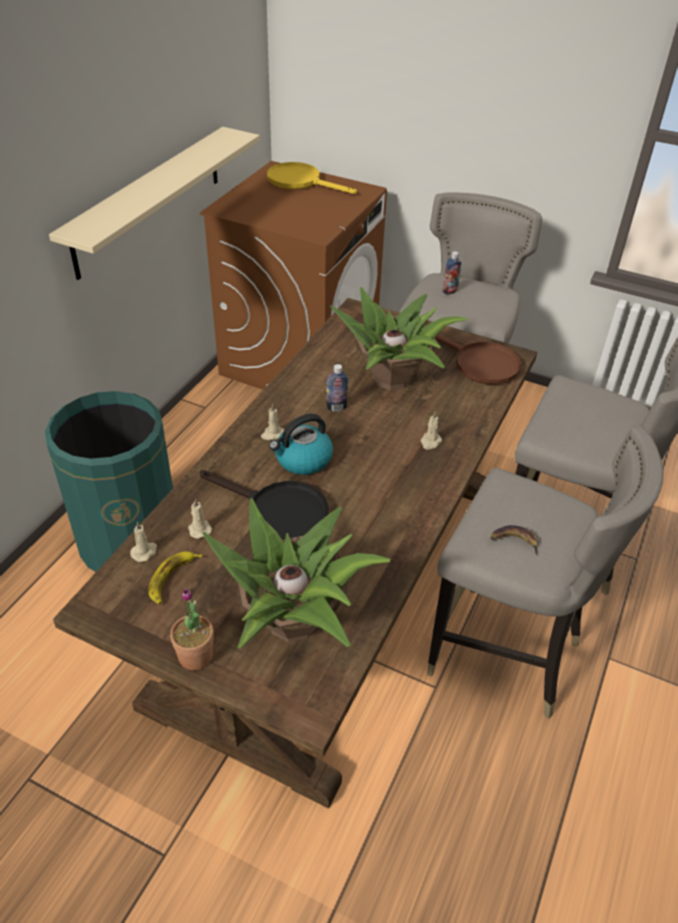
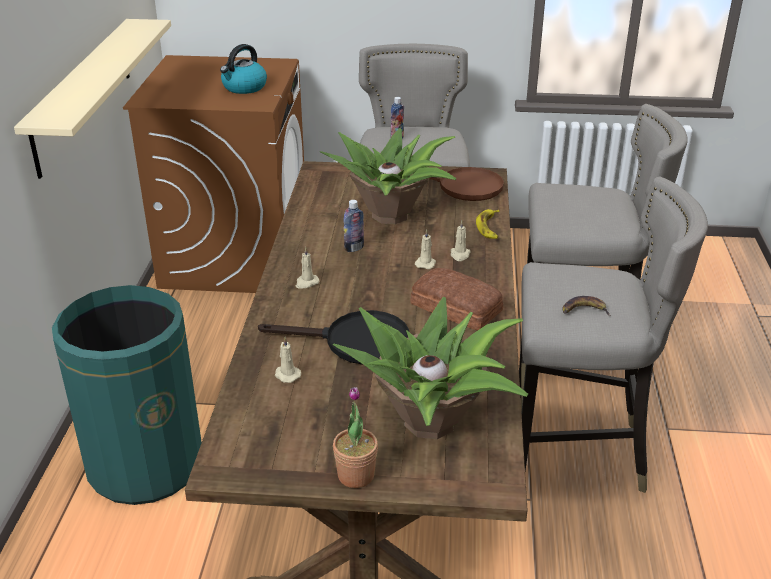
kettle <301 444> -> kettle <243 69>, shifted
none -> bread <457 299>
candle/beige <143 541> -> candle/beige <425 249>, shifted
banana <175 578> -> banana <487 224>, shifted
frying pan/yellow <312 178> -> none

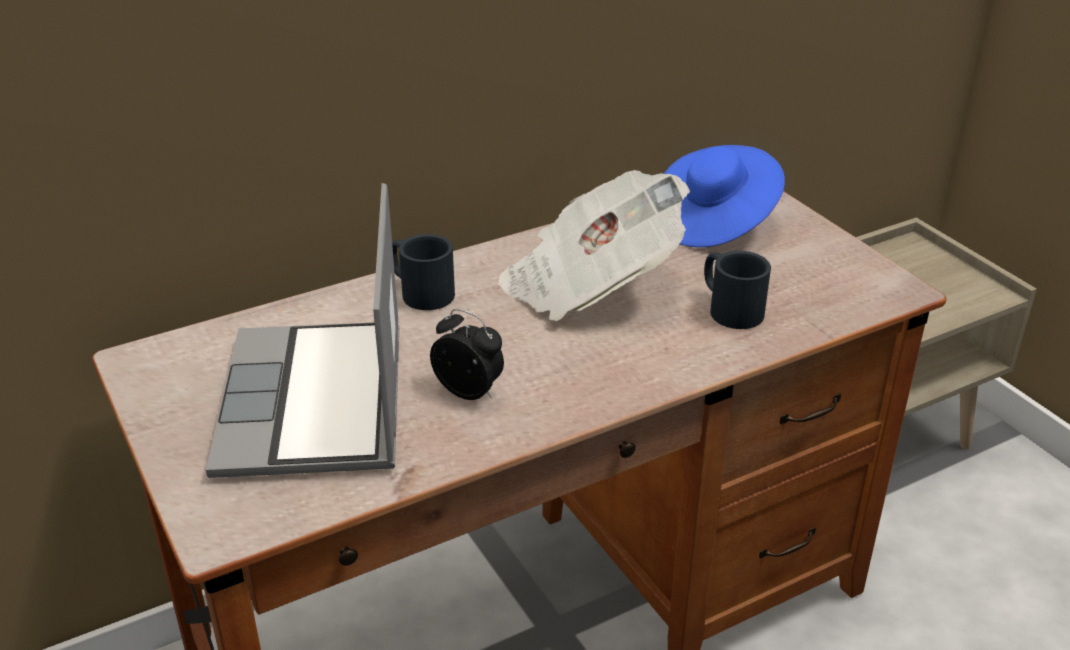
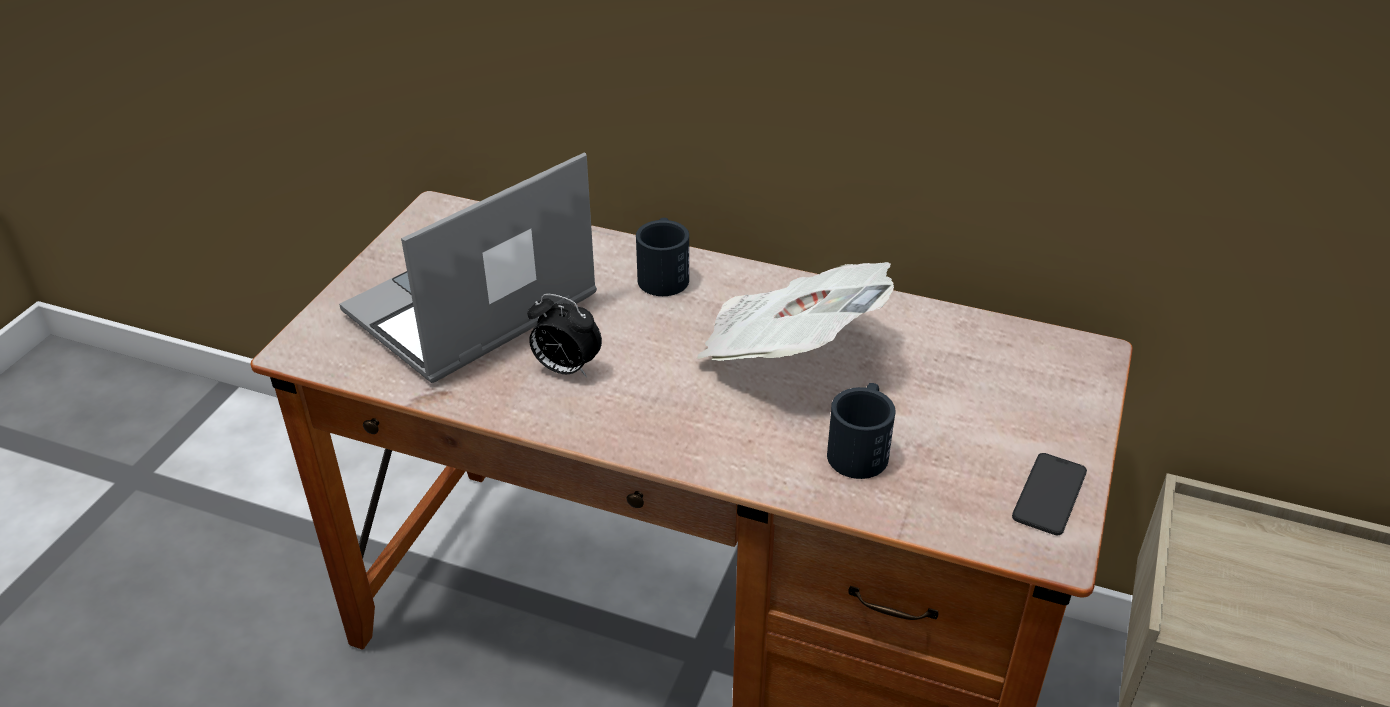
alarm clock <467 354> -> alarm clock <564 335>, 120 degrees clockwise
none -> phone <1049 494>
hat/blue <724 196> -> none

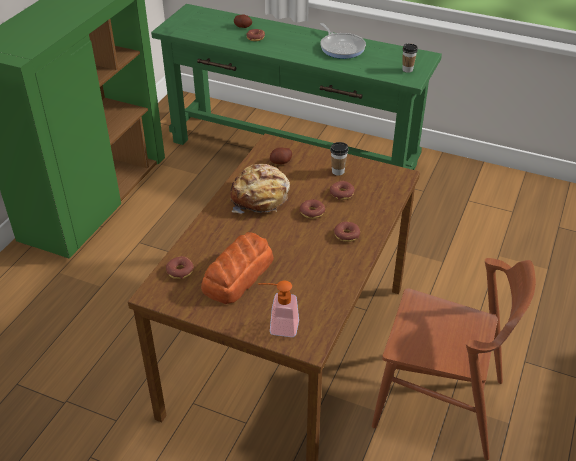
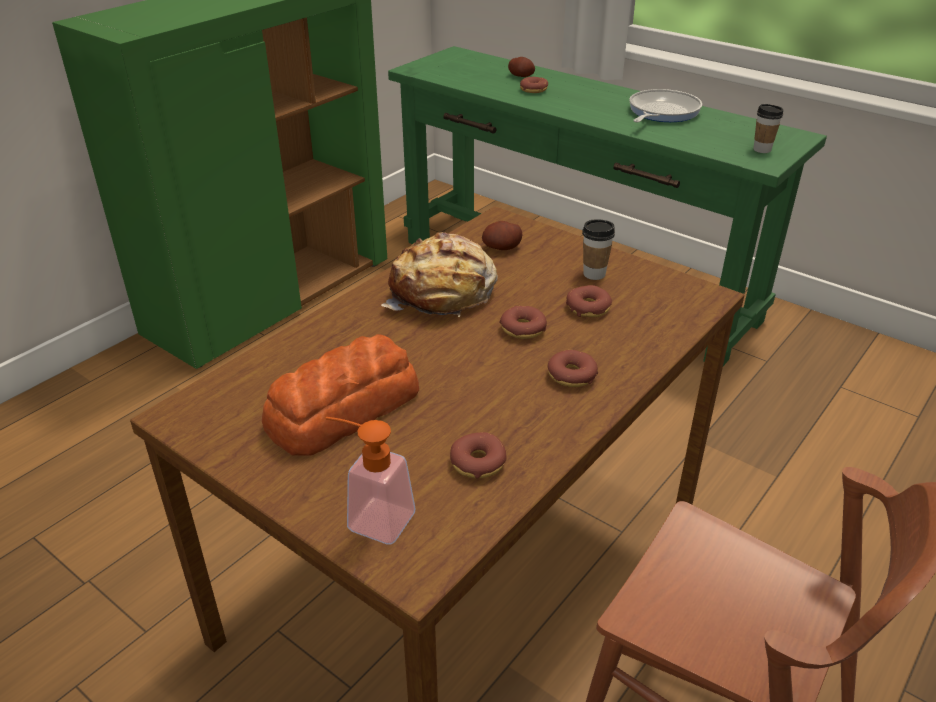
donut <180 267> -> donut <478 455>, shifted
frying pan <343 41> -> frying pan <665 106>, 135 degrees counterclockwise

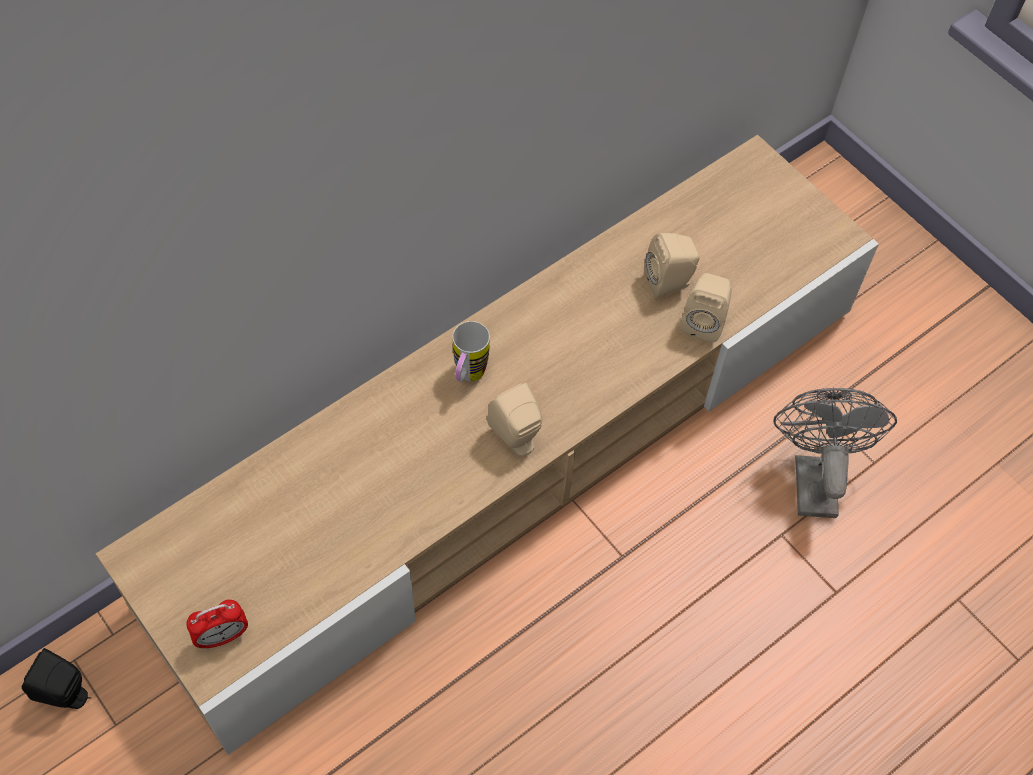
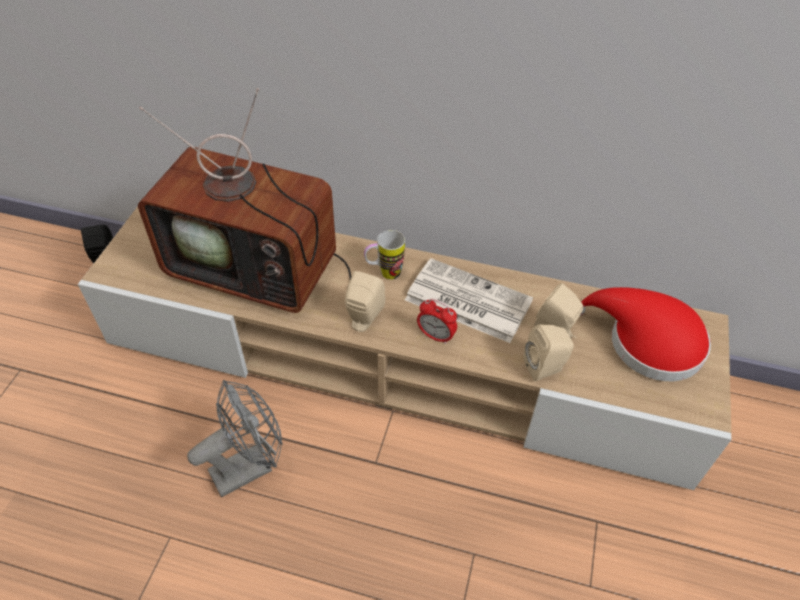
none -> television <244 200>
fan/grey <835 453> -> fan/grey <235 438>, shifted
none -> newspaper <469 300>
alarm clock <217 624> -> alarm clock <437 321>, shifted
none -> hat/red <645 334>

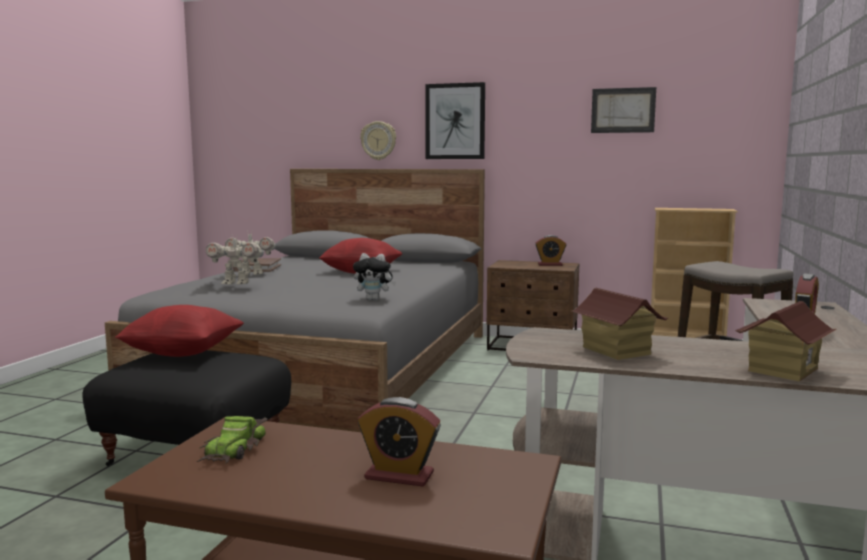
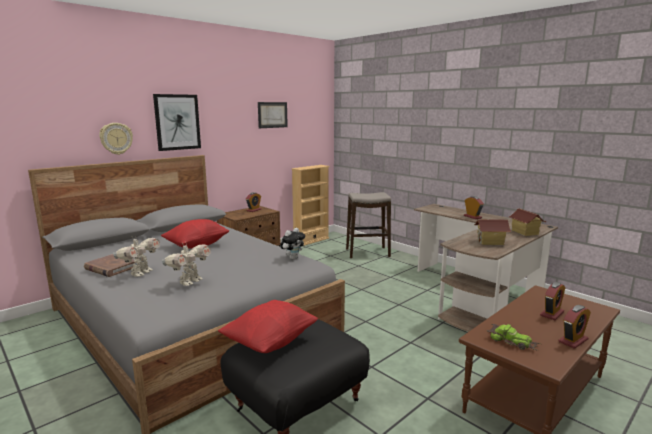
none -> alarm clock <575 327>

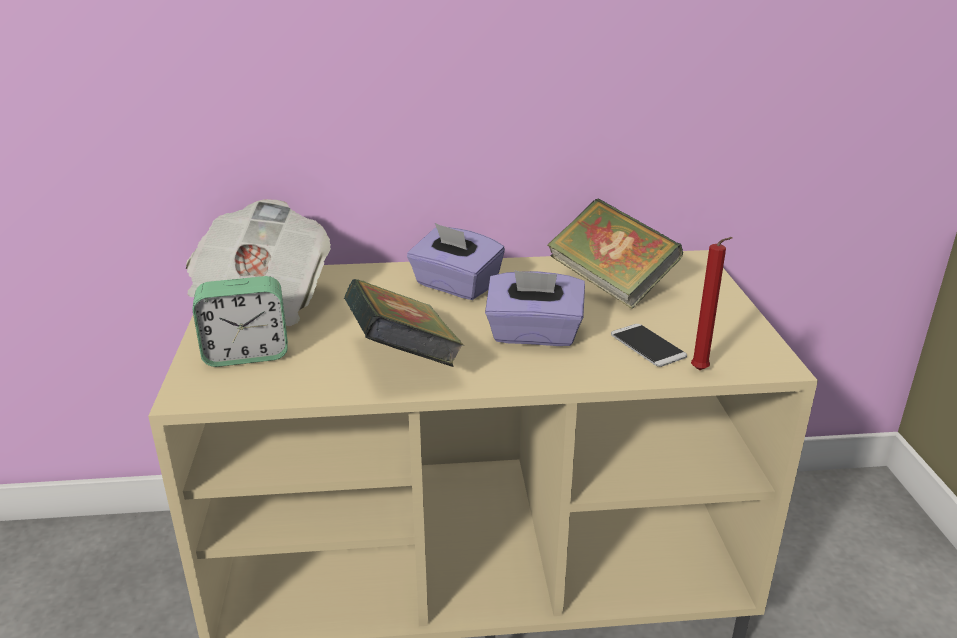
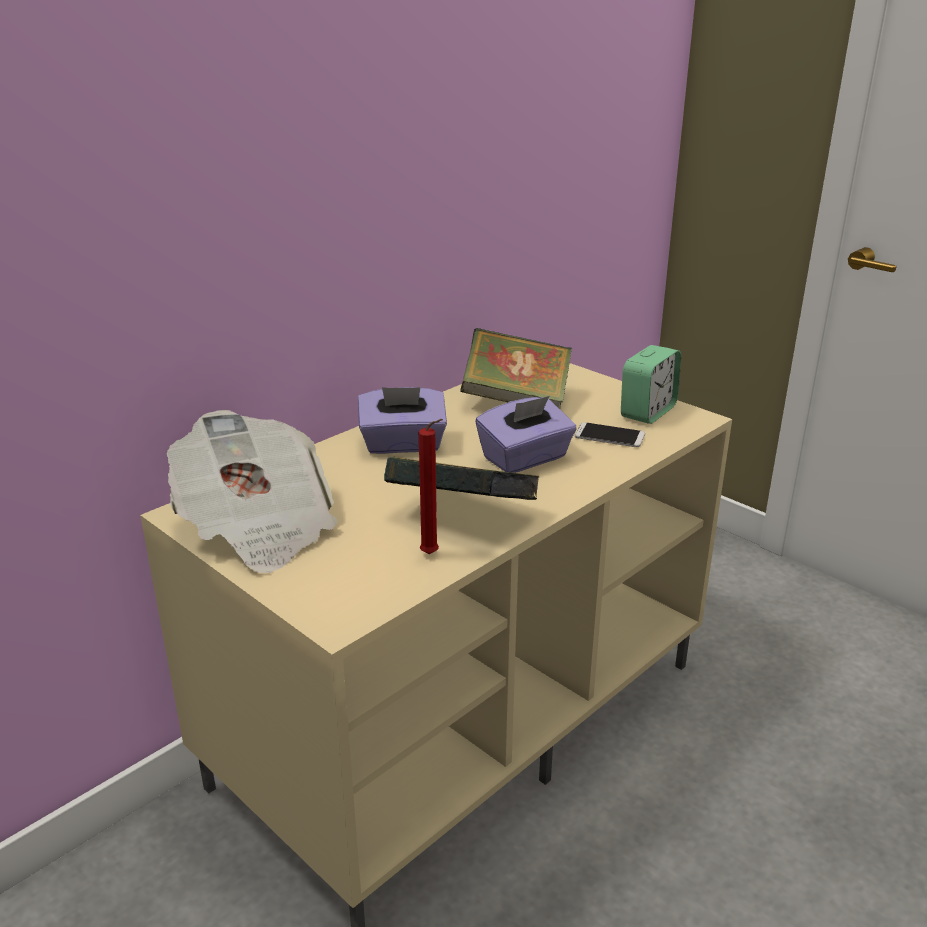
candle/red <712 303> -> candle/red <431 486>, shifted
alarm clock <240 321> -> alarm clock <651 384>, shifted

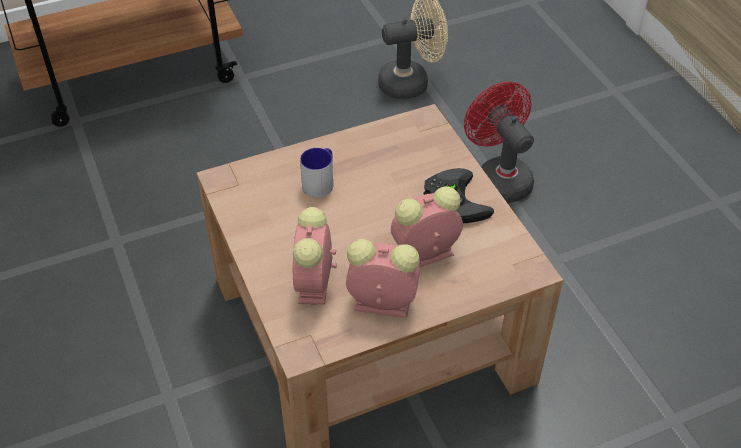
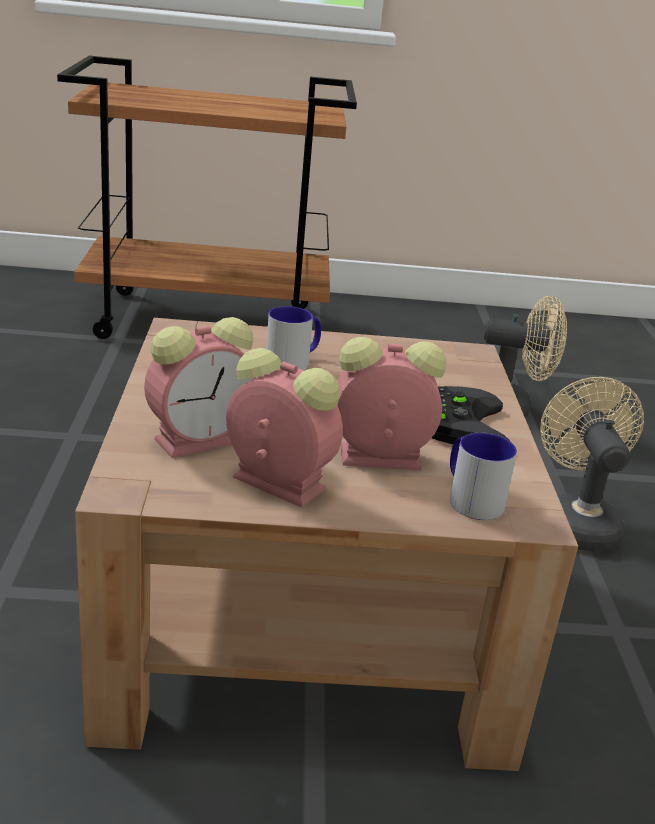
alarm clock <315 256> -> alarm clock <200 387>, 150 degrees counterclockwise
none -> mug <483 476>
fan/red <499 142> -> fan/beige <592 464>

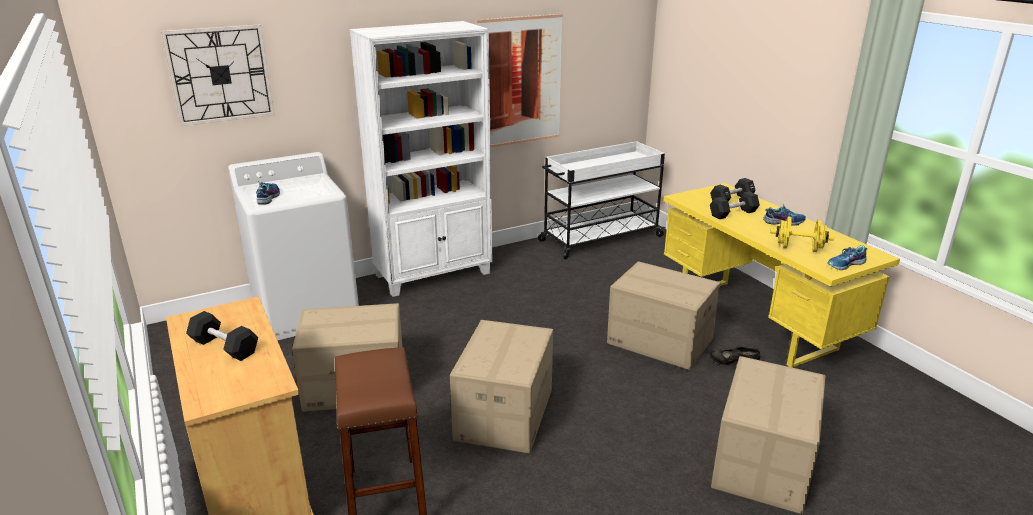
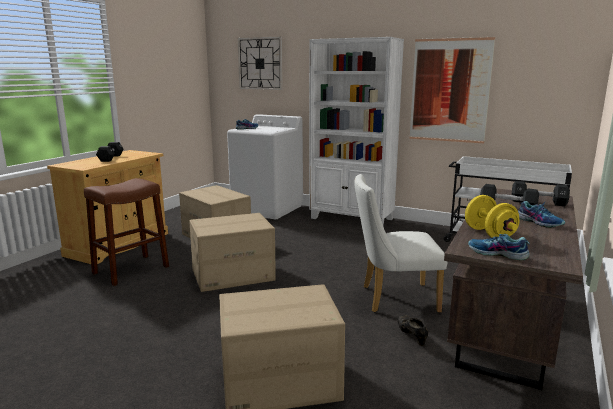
cardboard box <663 315> -> chair/white <401 243>
desk/yellow <781 275> -> desk/brown <513 289>

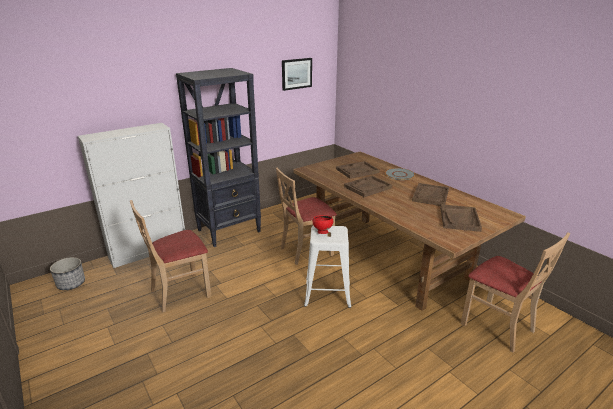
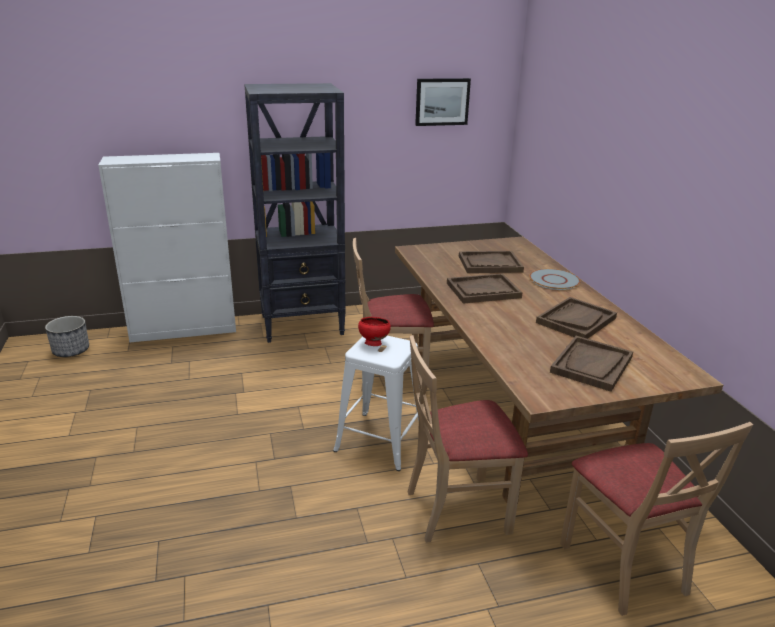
chair/beige <171 256> -> chair/beige <468 439>, shifted

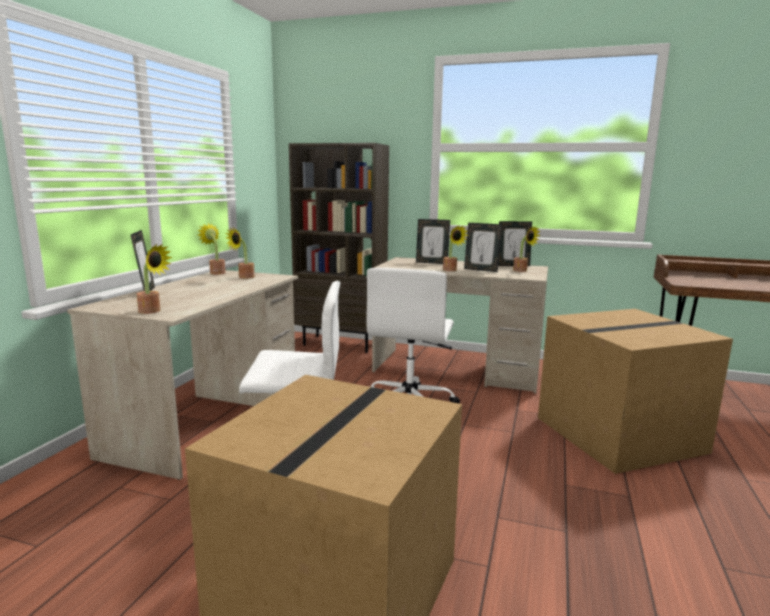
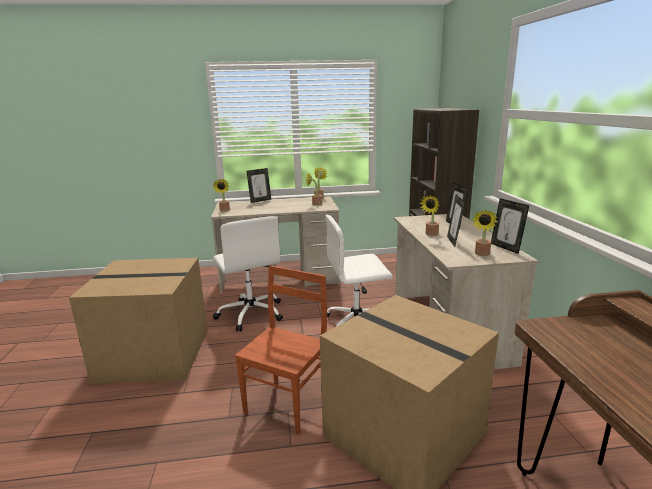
none -> chair/brown <281 350>

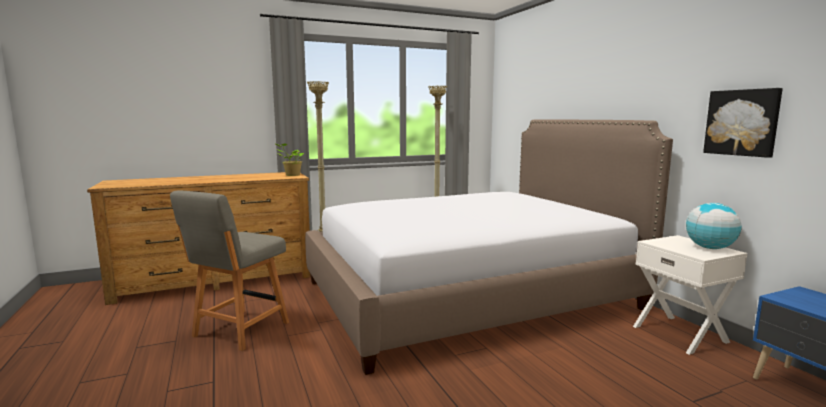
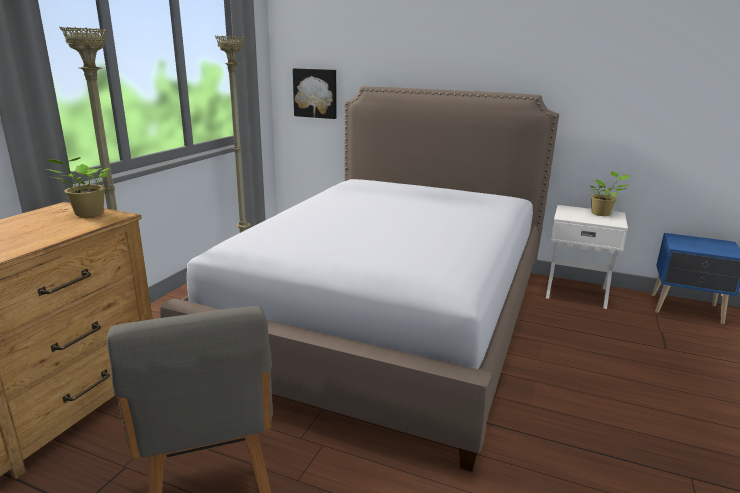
picture <743 123> -> picture <314 93>, shifted
globe <714 226> -> potted plant <610 193>

